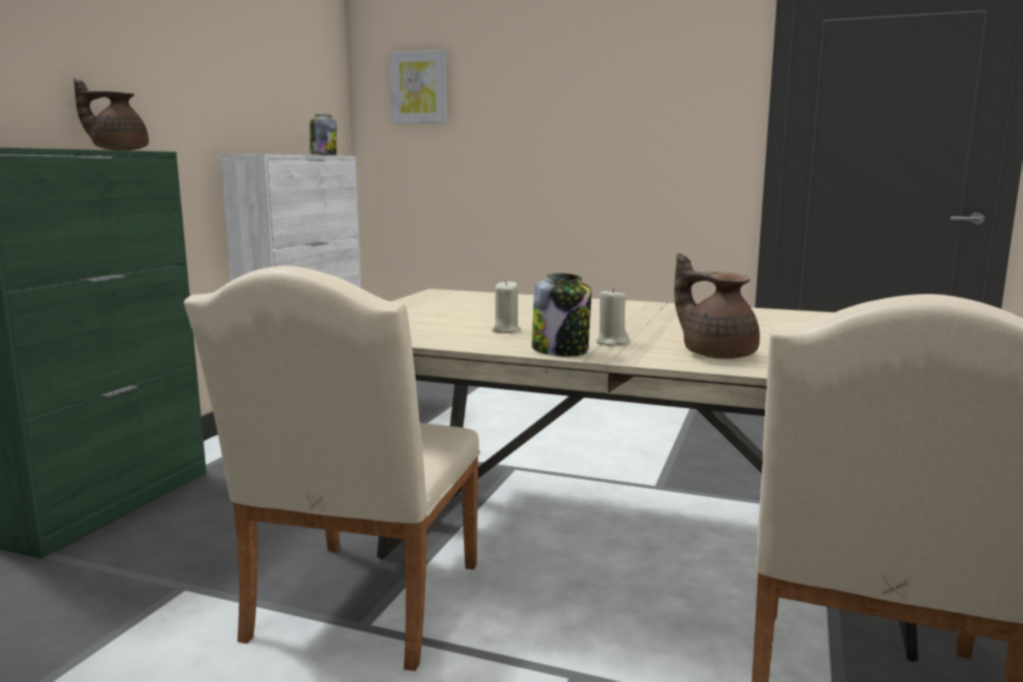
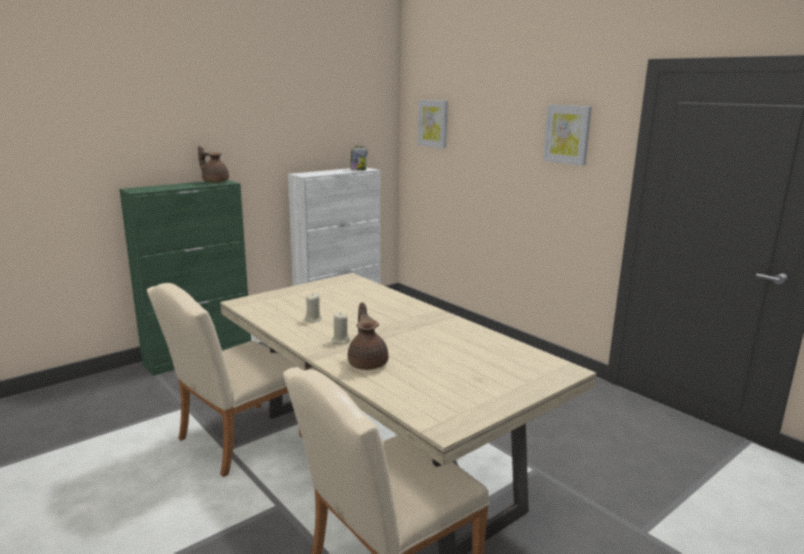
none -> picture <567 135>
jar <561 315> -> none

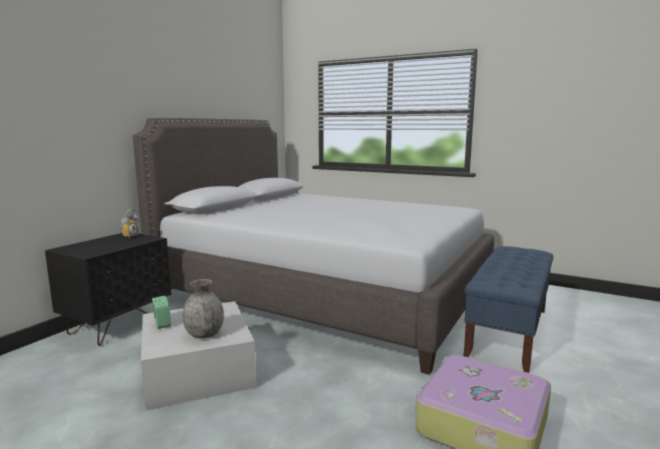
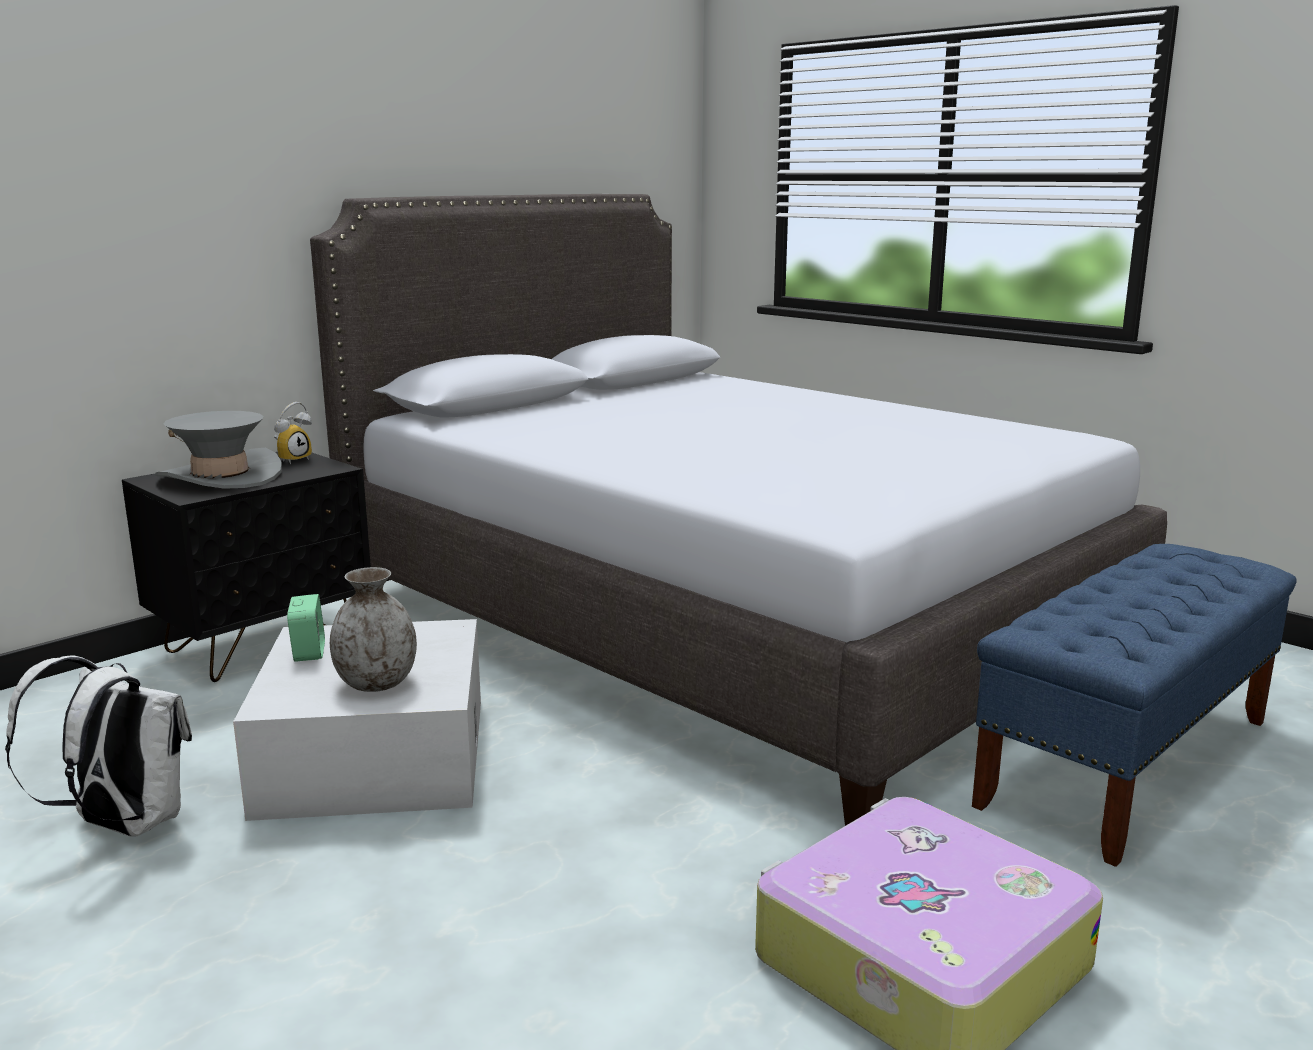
none -> backpack/white <98 746>
none -> hat/grey <219 450>

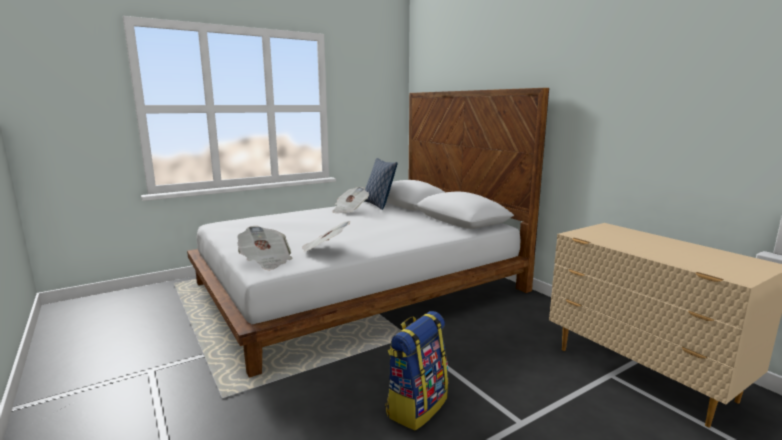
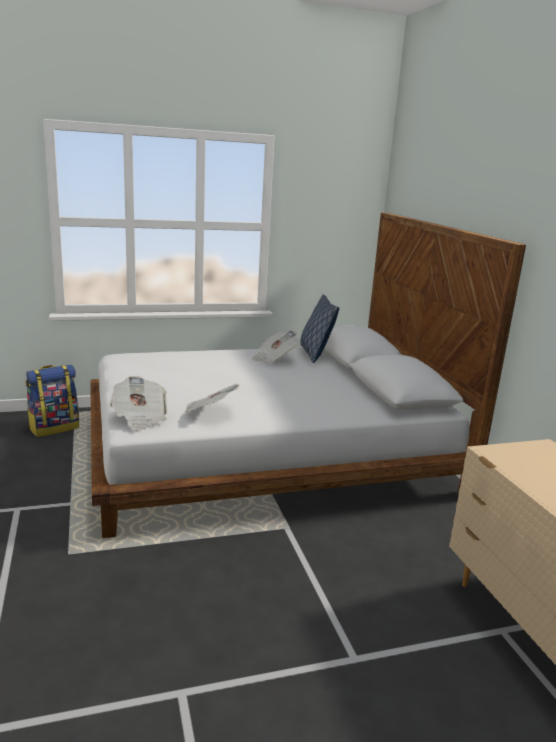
backpack <417 371> -> backpack <52 401>, shifted

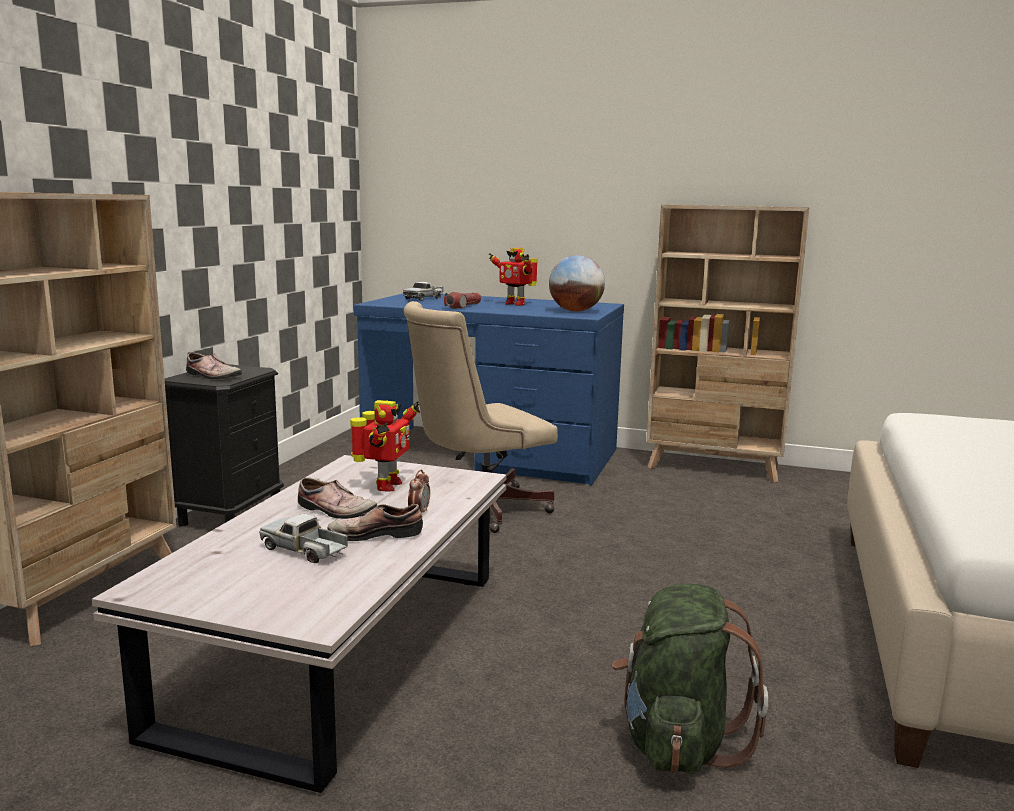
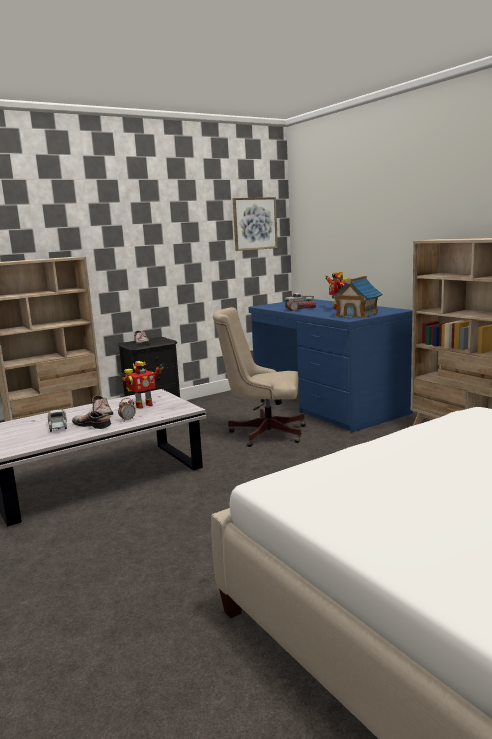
none -> picture <255 224>
globe <577 283> -> toy house <357 297>
backpack/green <690 679> -> none

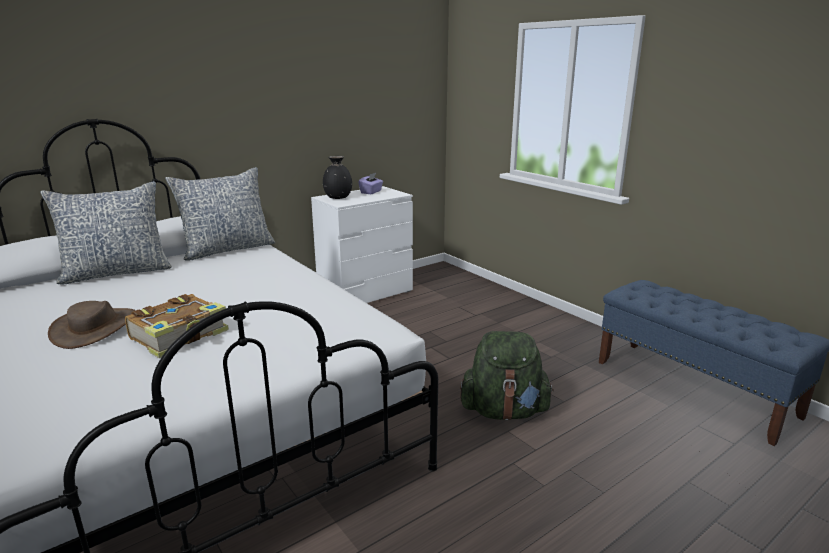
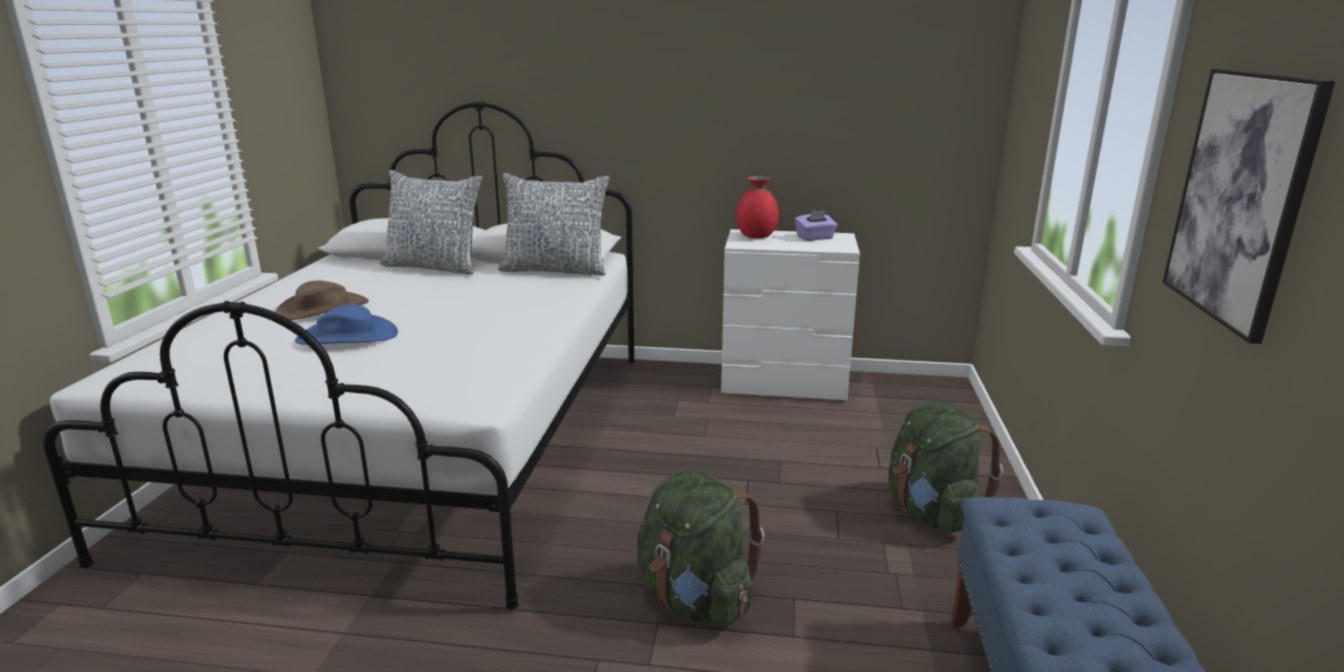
book <177 326> -> hat/blue <346 324>
vase/black <337 177> -> vase/red <757 207>
none -> backpack/green <946 467>
none -> picture <1249 206>

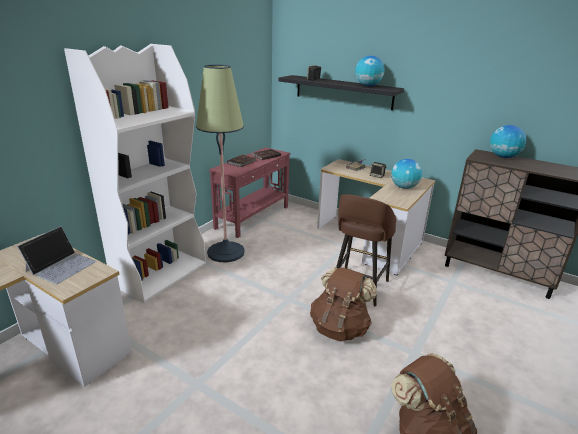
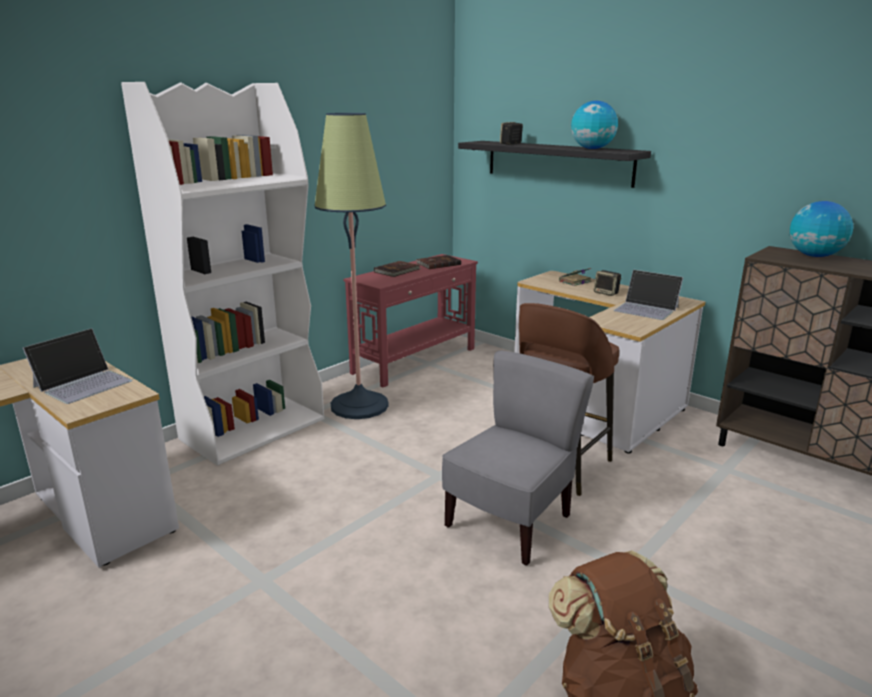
backpack/brown <343 304> -> chair/grey <518 458>
globe <406 174> -> laptop <648 295>

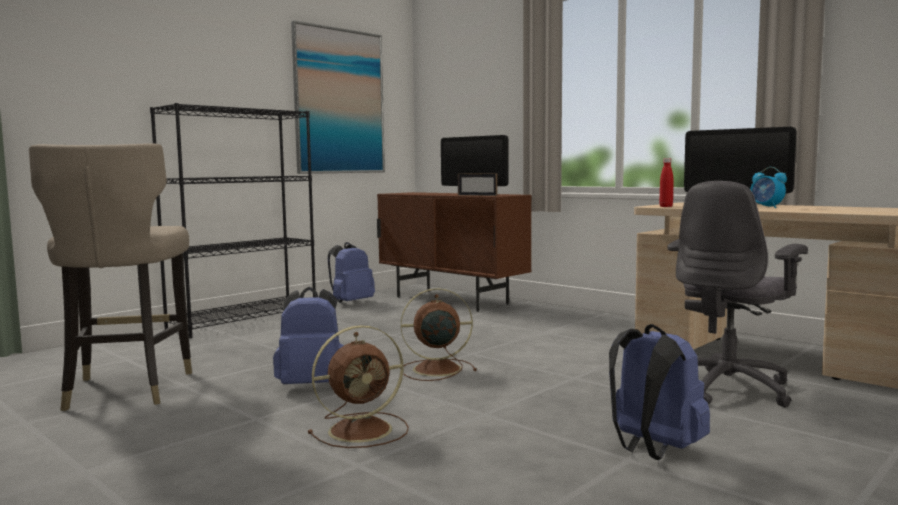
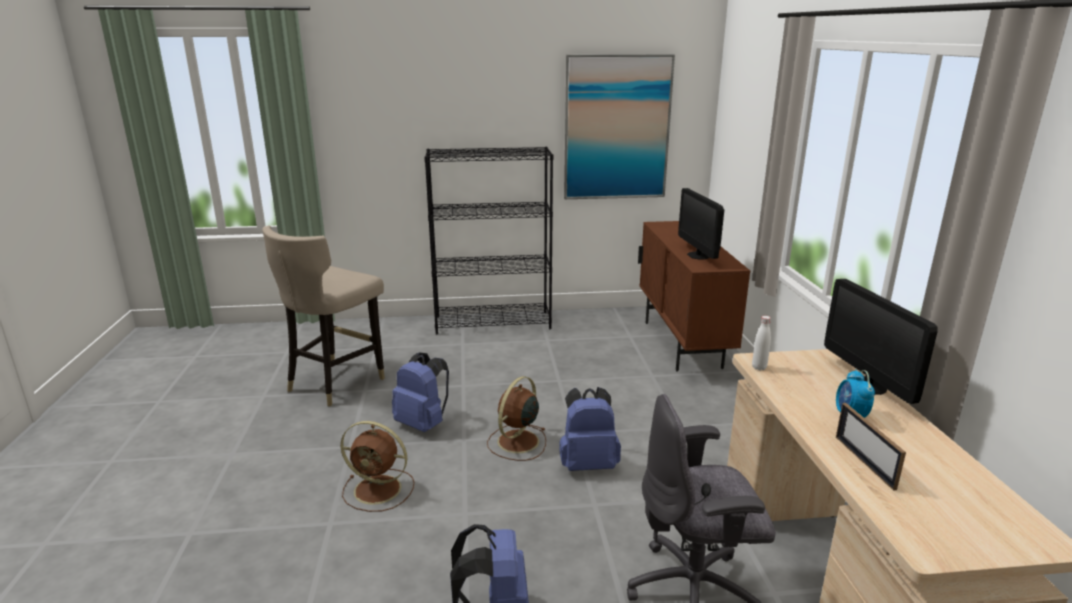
fan/brown <439 334> -> fan/brown <516 418>, 90 degrees counterclockwise
backpack/blue <351 272> -> backpack/blue <590 429>, shifted
bottle/red <666 182> -> bottle/white <761 343>
picture frame <477 184> -> picture frame <871 447>, shifted

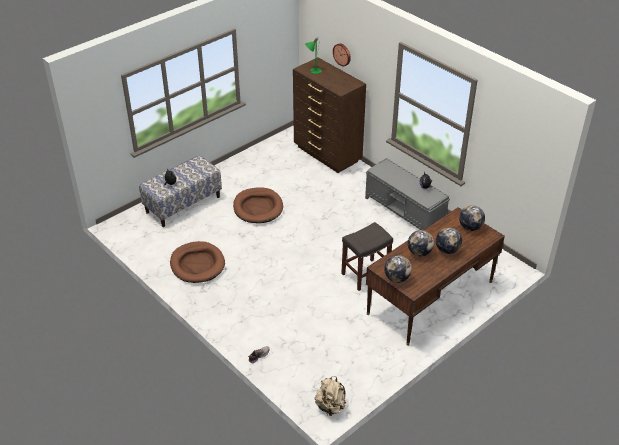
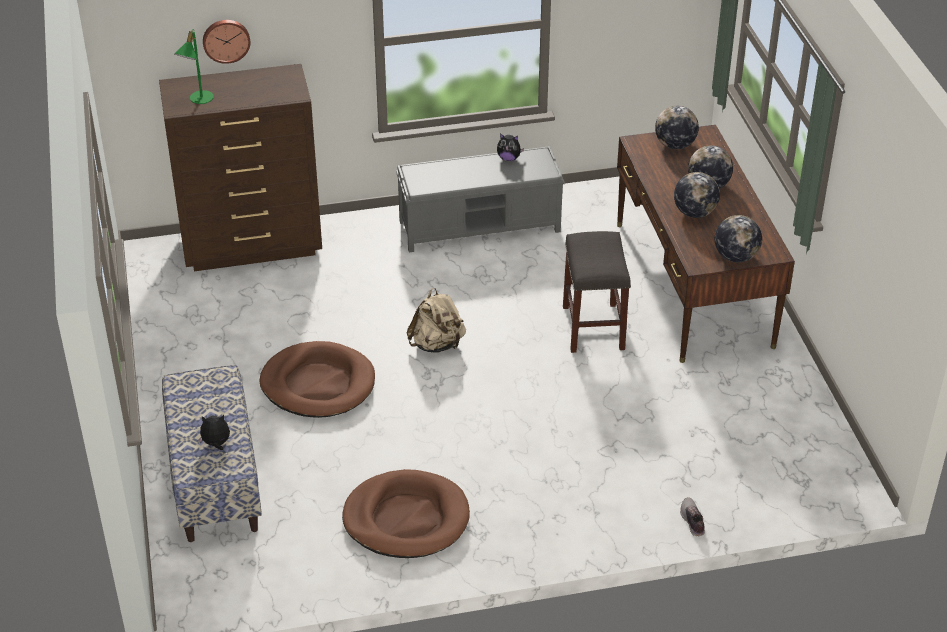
backpack/beige <330 396> -> backpack/beige <436 320>, shifted

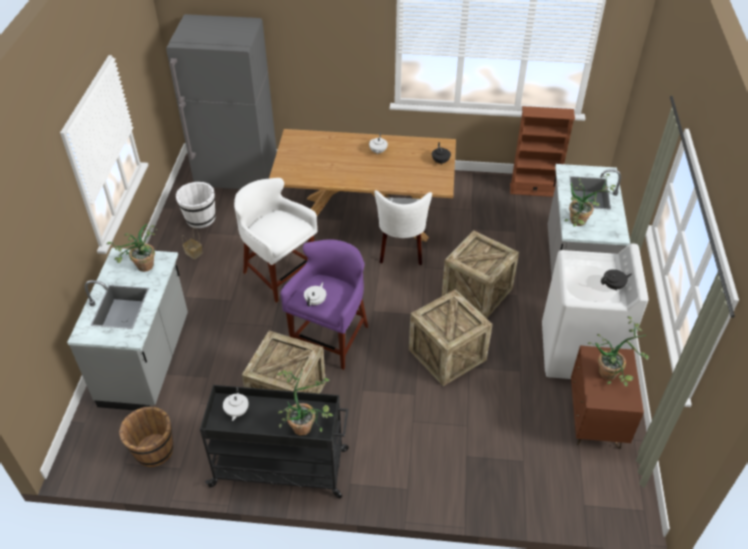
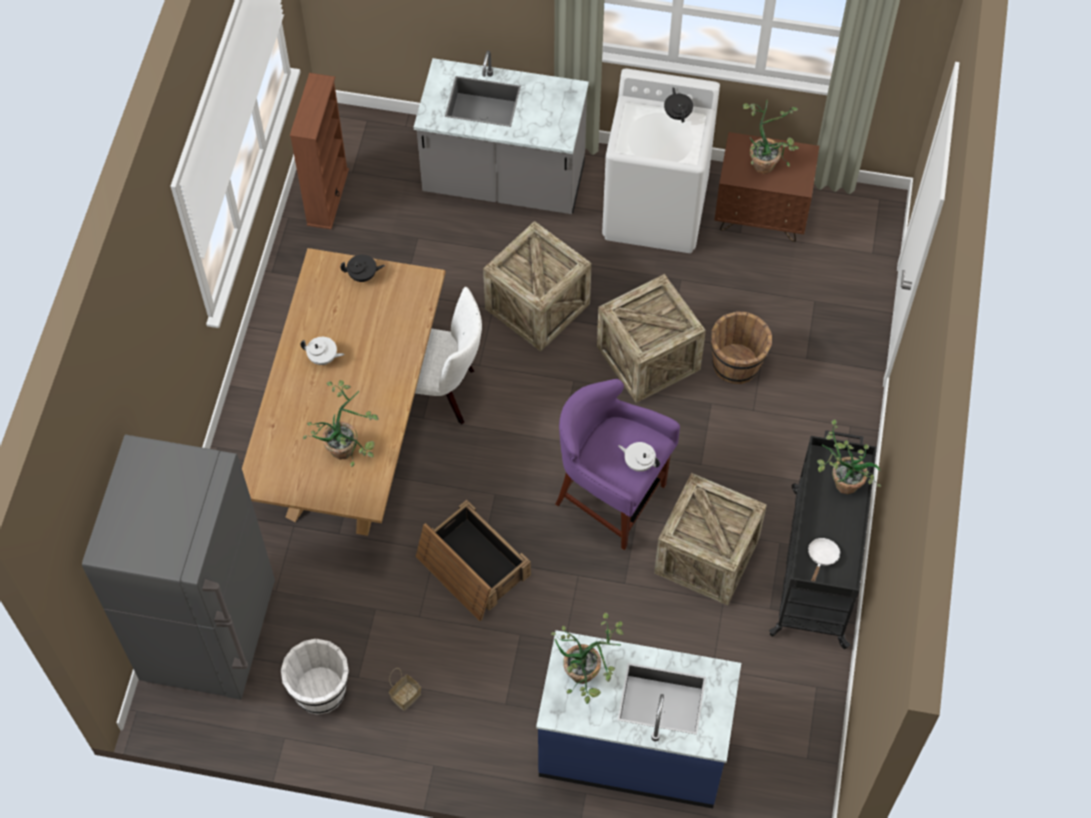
potted plant <590 200> -> potted plant <341 423>, shifted
stool/white <275 240> -> crate <473 560>
counter/grey <127 329> -> counter/blue <638 719>
bucket/brown <146 436> -> bucket/brown <741 347>, shifted
teapot/white <235 404> -> frying pan/white <824 560>

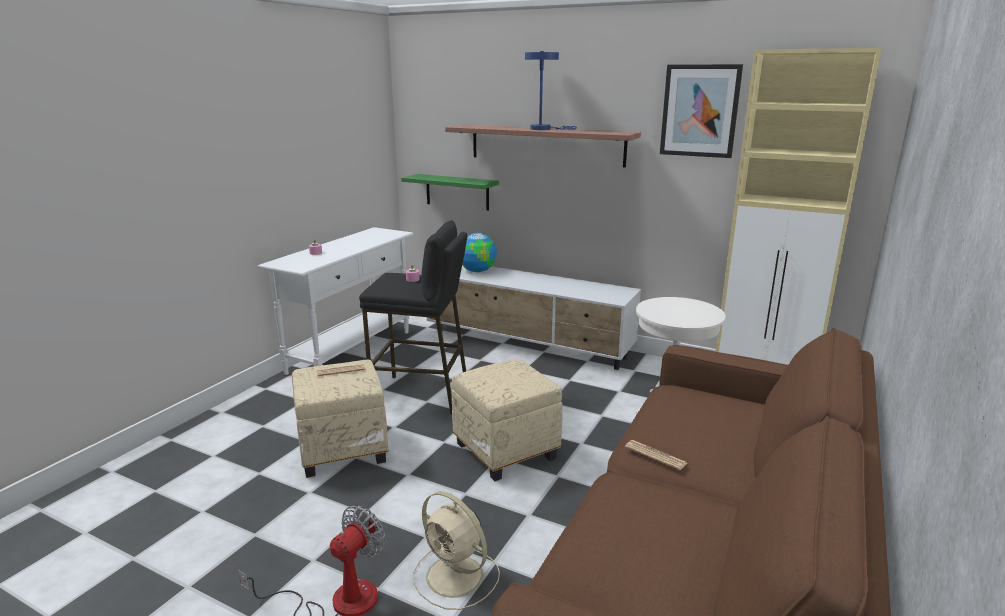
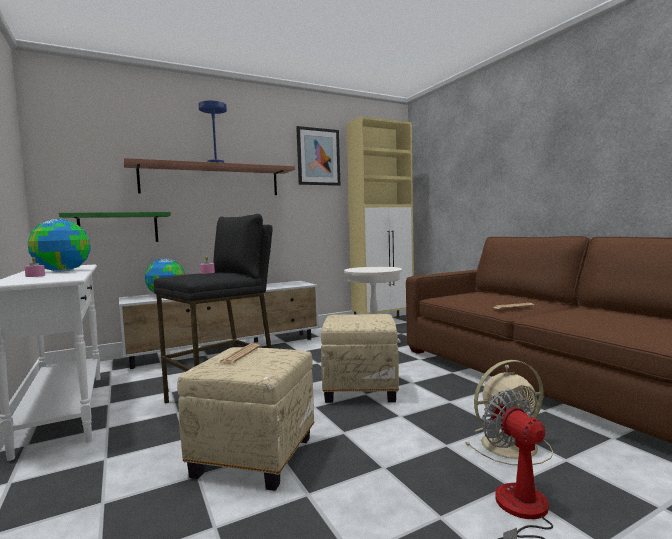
none -> globe <59 245>

